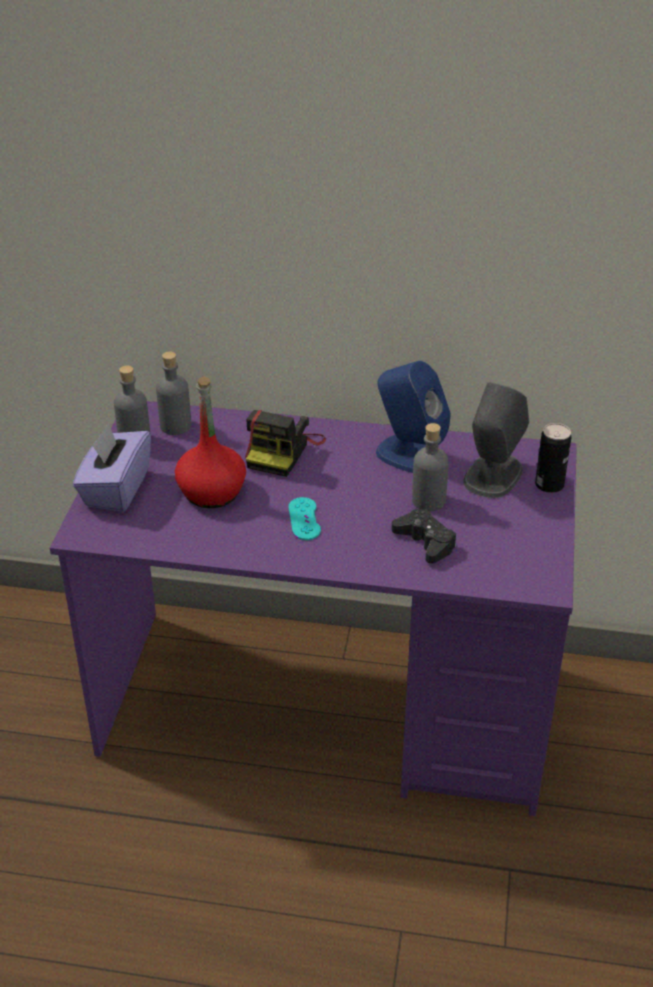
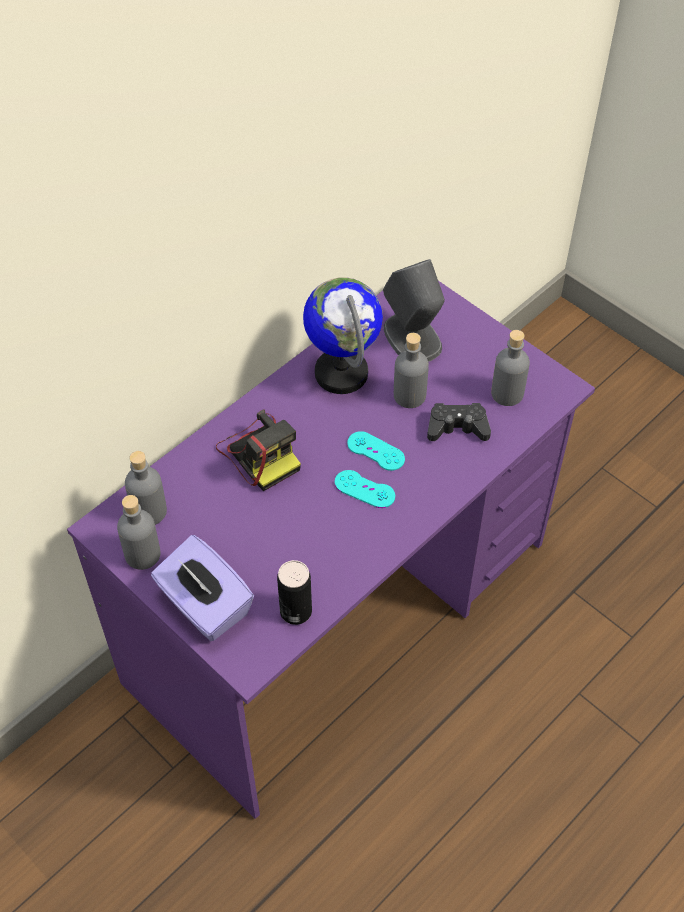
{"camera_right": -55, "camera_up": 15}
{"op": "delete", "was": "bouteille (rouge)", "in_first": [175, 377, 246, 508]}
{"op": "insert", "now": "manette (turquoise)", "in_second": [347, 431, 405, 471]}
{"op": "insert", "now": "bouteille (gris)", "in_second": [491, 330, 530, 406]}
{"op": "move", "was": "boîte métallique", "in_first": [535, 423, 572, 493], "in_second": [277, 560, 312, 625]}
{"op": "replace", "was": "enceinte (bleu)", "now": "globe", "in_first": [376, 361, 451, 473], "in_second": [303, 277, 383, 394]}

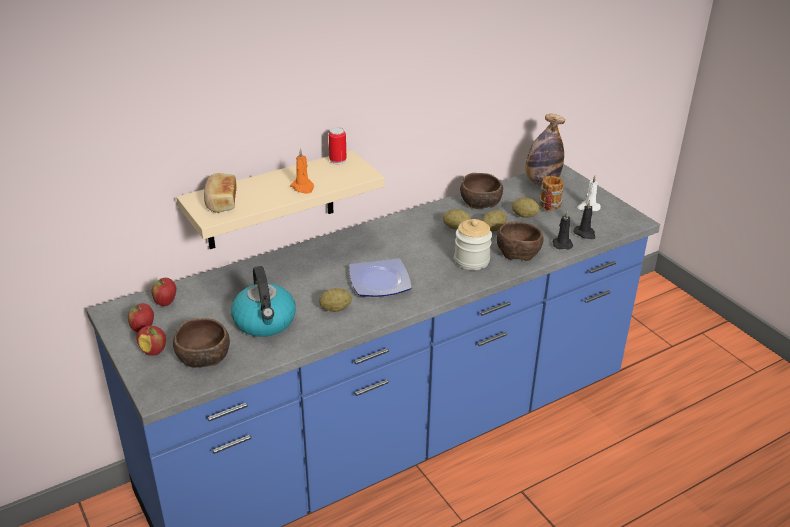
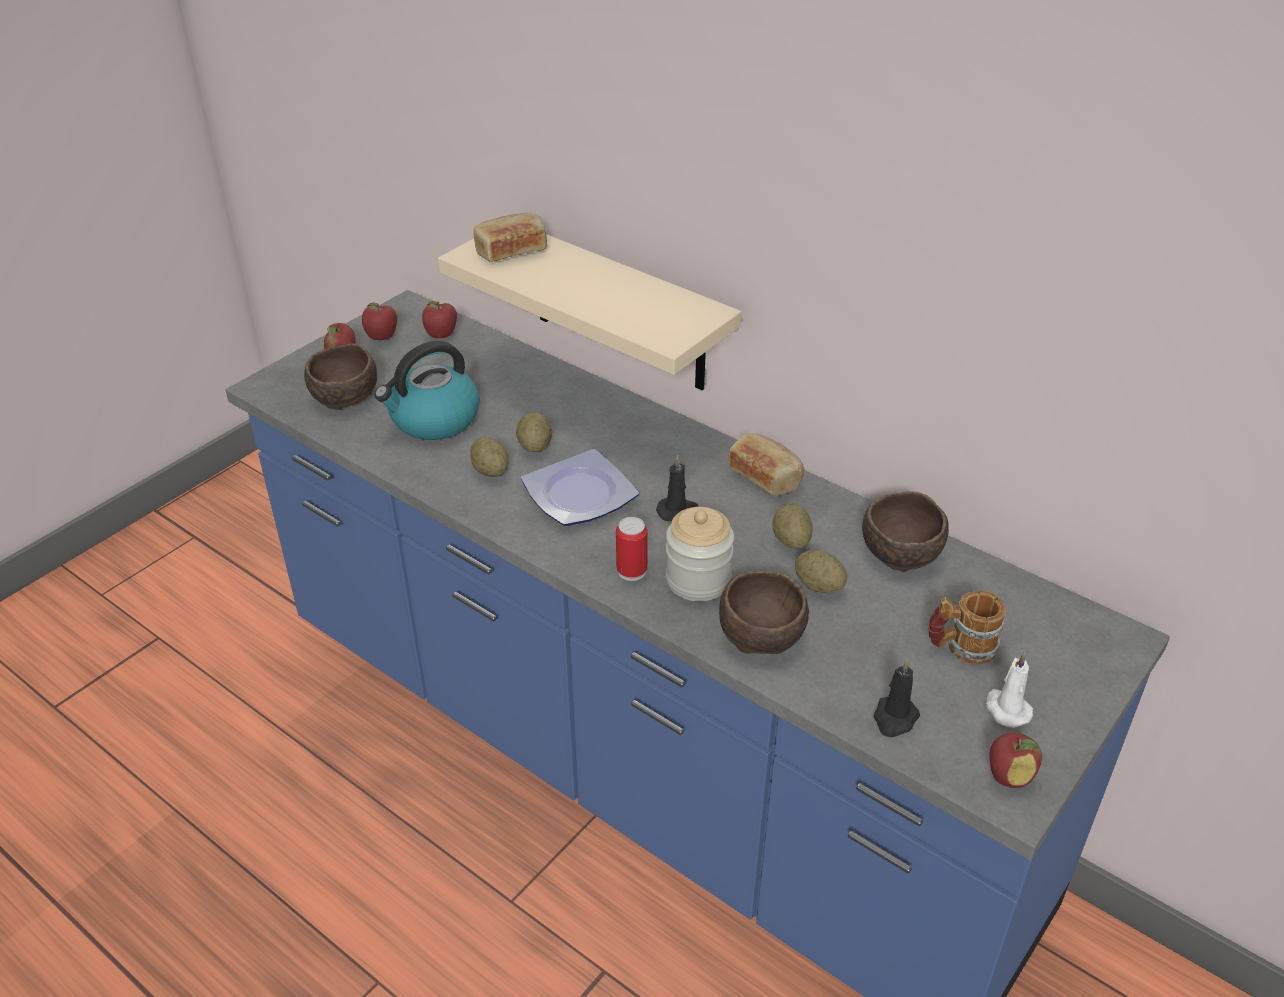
{"camera_right": 70, "camera_up": 5}
{"op": "delete", "was": "bougie (orange)", "in_first": [290, 148, 314, 194]}
{"op": "delete", "was": "bouteille", "in_first": [526, 114, 565, 186]}
{"op": "insert", "now": "pain", "in_second": [728, 433, 804, 496]}
{"op": "insert", "now": "pomme", "in_second": [989, 733, 1042, 788]}
{"op": "move", "was": "boîte métallique", "in_first": [329, 127, 346, 165], "in_second": [616, 517, 647, 581]}
{"op": "move", "was": "pomme de terre", "in_first": [512, 197, 540, 218], "in_second": [516, 412, 552, 452]}
{"op": "move", "was": "bougie (noir)", "in_first": [553, 212, 573, 250], "in_second": [656, 455, 699, 522]}

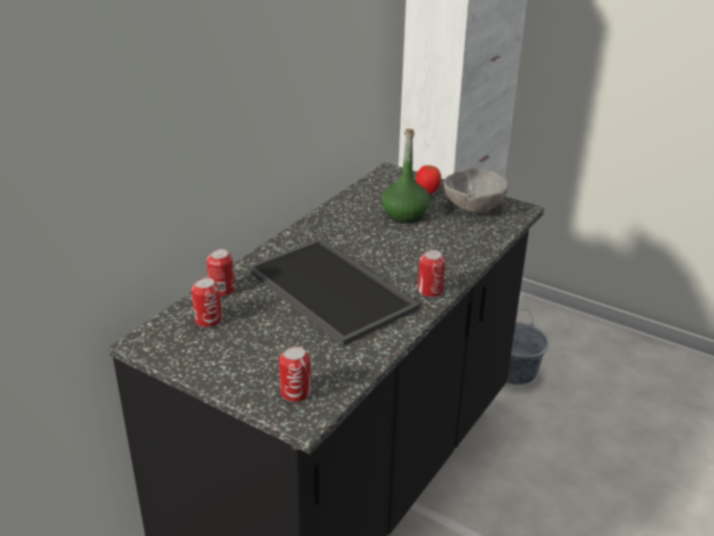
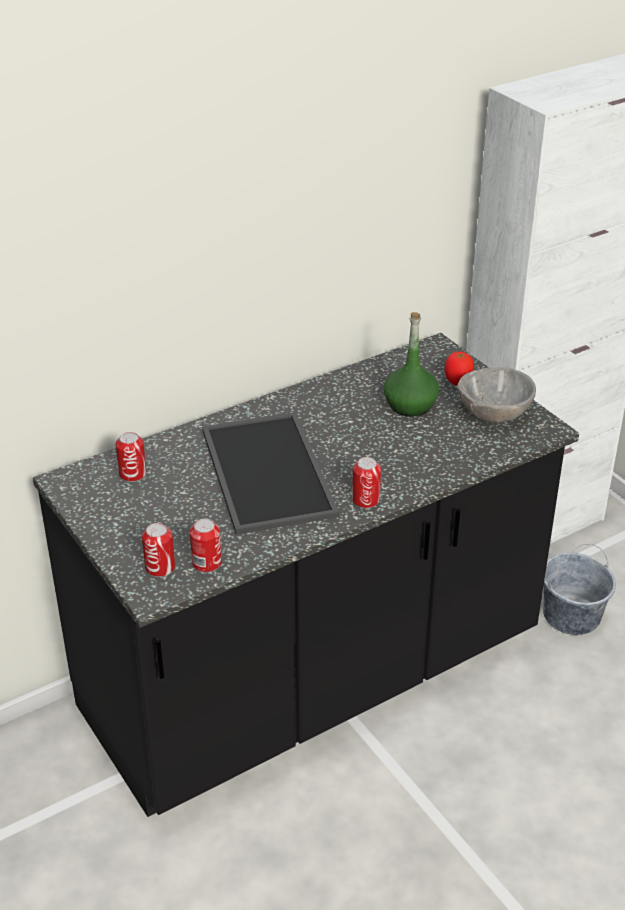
{"camera_right": 25, "camera_up": 5}
{"op": "move", "was": "boîte métallique", "in_first": [207, 249, 235, 297], "in_second": [190, 519, 222, 573]}

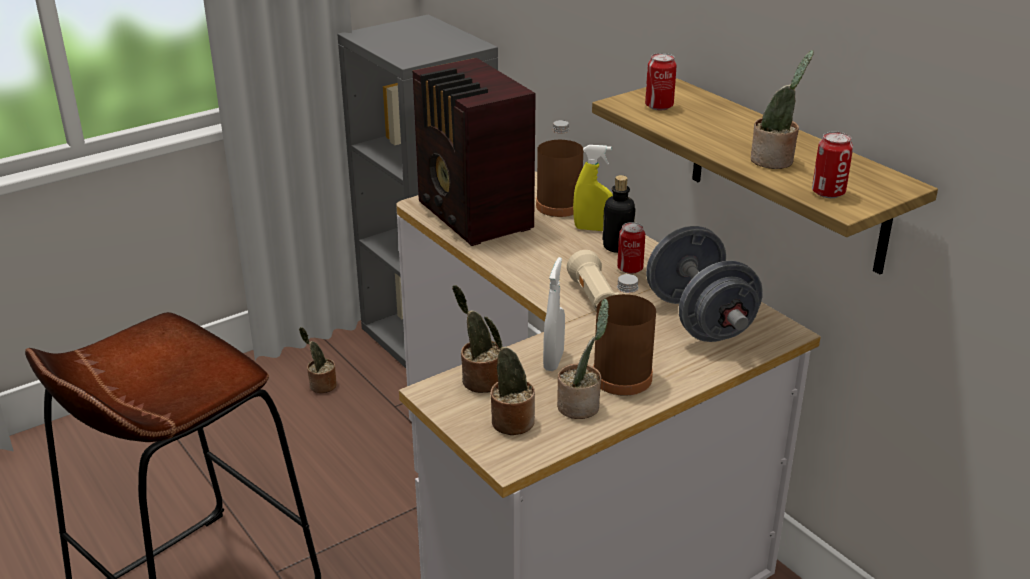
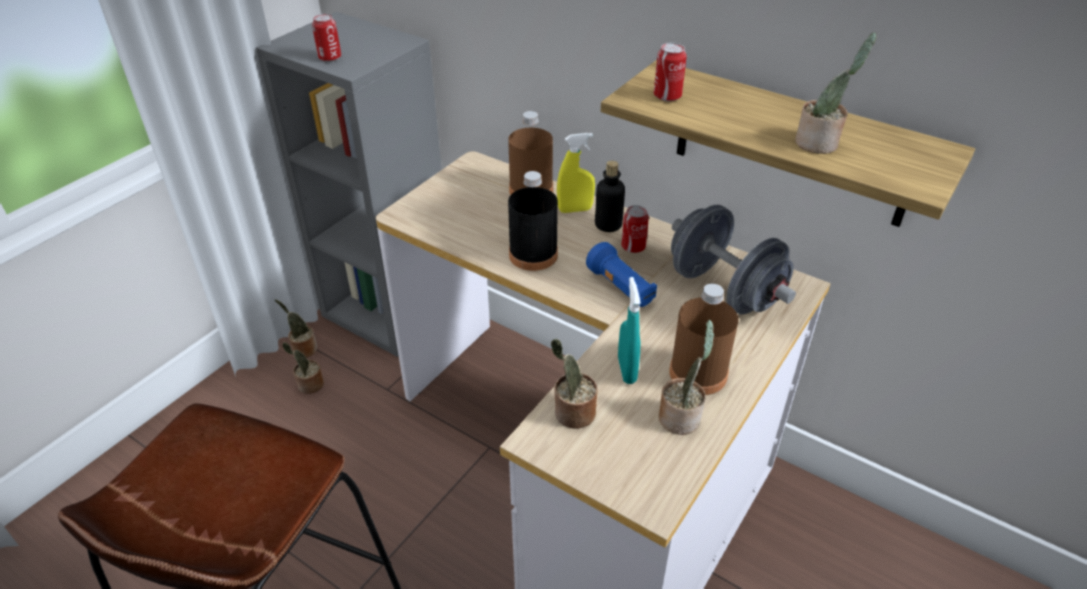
{"camera_right": -20, "camera_up": 10}
{"op": "delete", "was": "radio", "in_first": [412, 58, 536, 246]}
{"op": "insert", "now": "bouteille (noir)", "in_second": [508, 171, 558, 271]}
{"op": "move", "was": "plante en pot", "in_first": [484, 317, 535, 435], "in_second": [274, 299, 318, 358]}
{"op": "move", "was": "boîte métallique", "in_first": [812, 131, 853, 198], "in_second": [312, 14, 341, 62]}
{"op": "recolor", "was": "vaporisateur (blanc)", "now": "vaporisateur (turquoise)", "in_first": [543, 257, 565, 371], "in_second": [618, 277, 641, 384]}
{"op": "recolor", "was": "lampe de poche (beige)", "now": "lampe de poche (bleu)", "in_first": [567, 250, 620, 311], "in_second": [586, 242, 657, 307]}

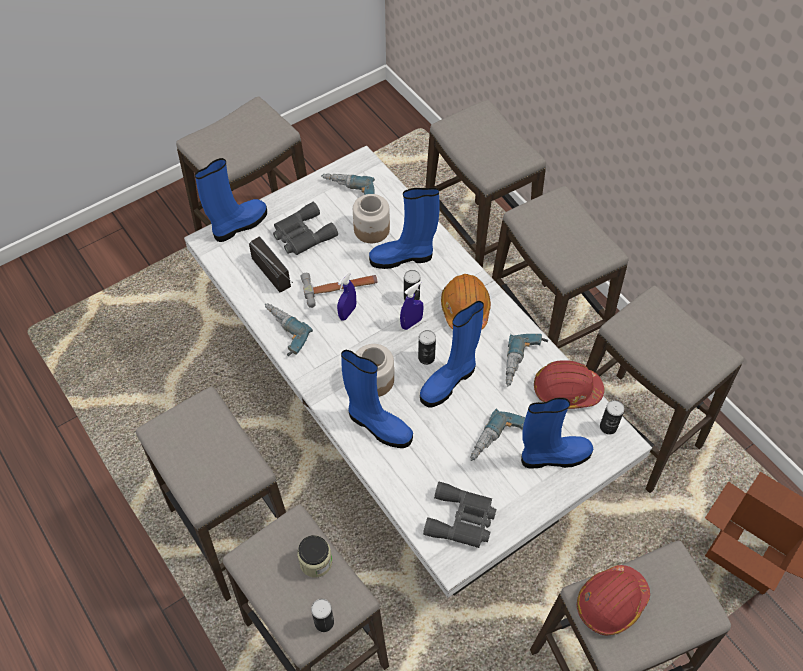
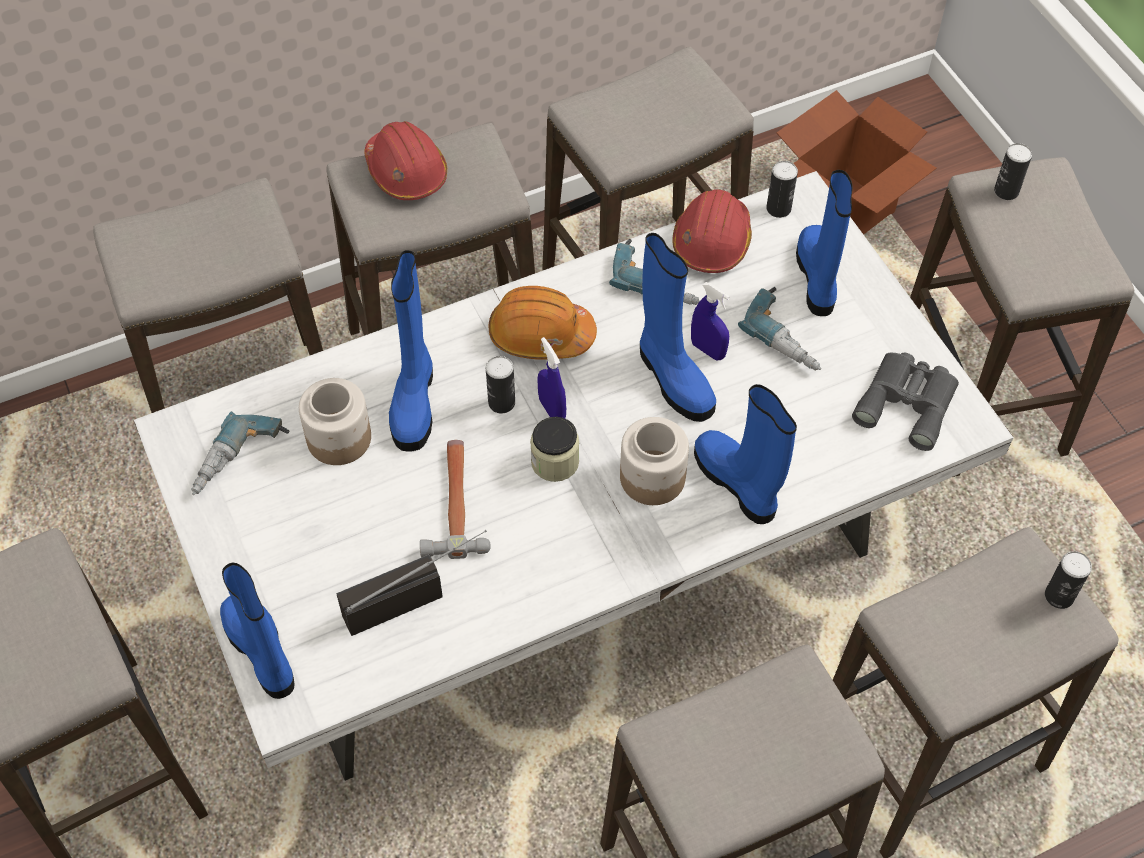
{"camera_right": -80, "camera_up": 0}
{"op": "delete", "was": "perceuse", "in_first": [264, 303, 313, 356]}
{"op": "delete", "was": "jumelles (gris)", "in_first": [273, 202, 338, 255]}
{"op": "move", "was": "bocal", "in_first": [297, 535, 332, 577], "in_second": [530, 417, 579, 482]}
{"op": "move", "was": "vaporisateur (bleu)", "in_first": [337, 272, 356, 321], "in_second": [691, 282, 730, 361]}
{"op": "move", "was": "boîte métallique", "in_first": [418, 330, 436, 365], "in_second": [994, 143, 1032, 200]}
{"op": "move", "was": "casque de chantier (rouge)", "in_first": [577, 565, 650, 635], "in_second": [364, 121, 447, 200]}
{"op": "rotate", "was": "botte (bleu)", "in_first": [341, 350, 413, 448], "in_second": [694, 384, 797, 524], "clockwise": -75}

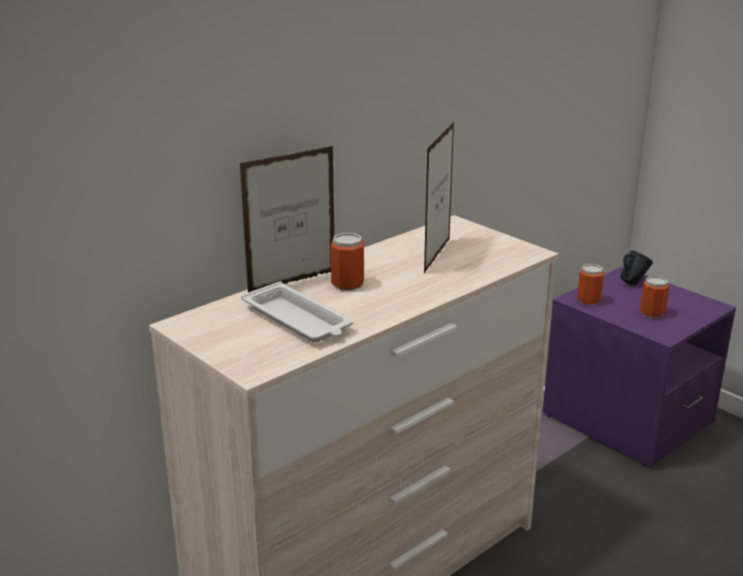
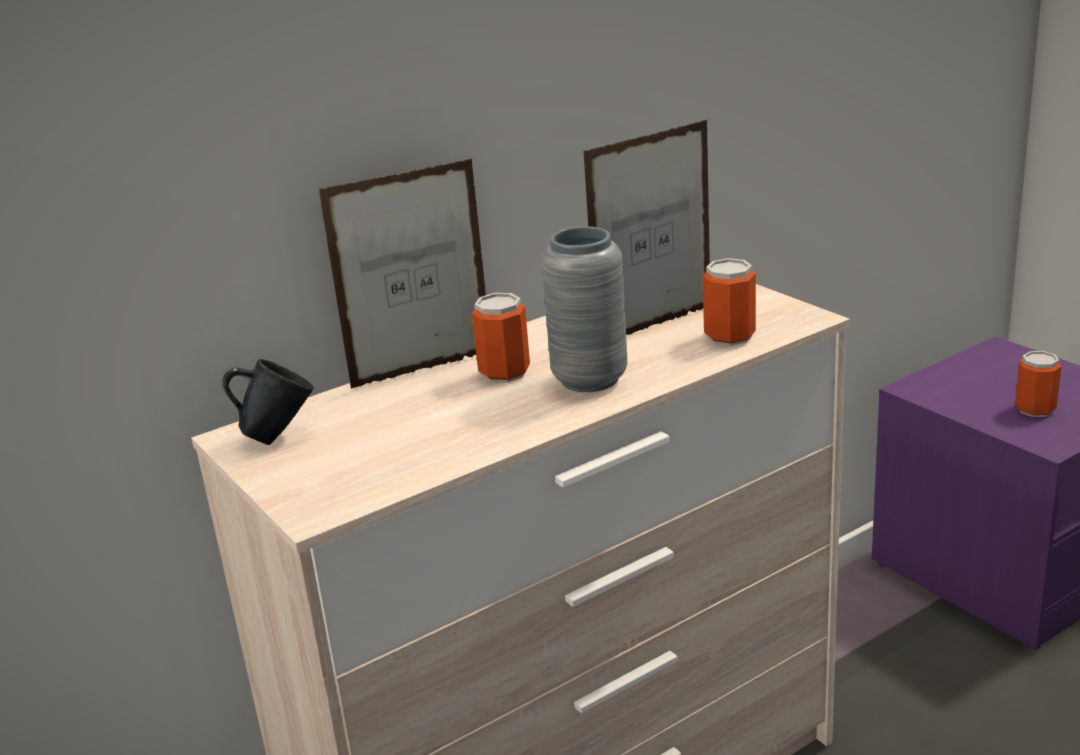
{"camera_right": 10, "camera_up": 0}
{"op": "delete", "was": "plateau (blanc)", "in_first": [241, 281, 353, 342]}
{"op": "insert", "now": "vase (gris)", "in_second": [542, 226, 627, 392]}
{"op": "move", "was": "boîte métallique", "in_first": [577, 264, 604, 305], "in_second": [703, 258, 756, 346]}
{"op": "move", "was": "mug (bleu)", "in_first": [620, 250, 653, 286], "in_second": [222, 359, 314, 445]}
{"op": "rotate", "was": "cadre photo", "in_first": [424, 122, 454, 273], "in_second": [583, 119, 710, 335], "clockwise": -150}

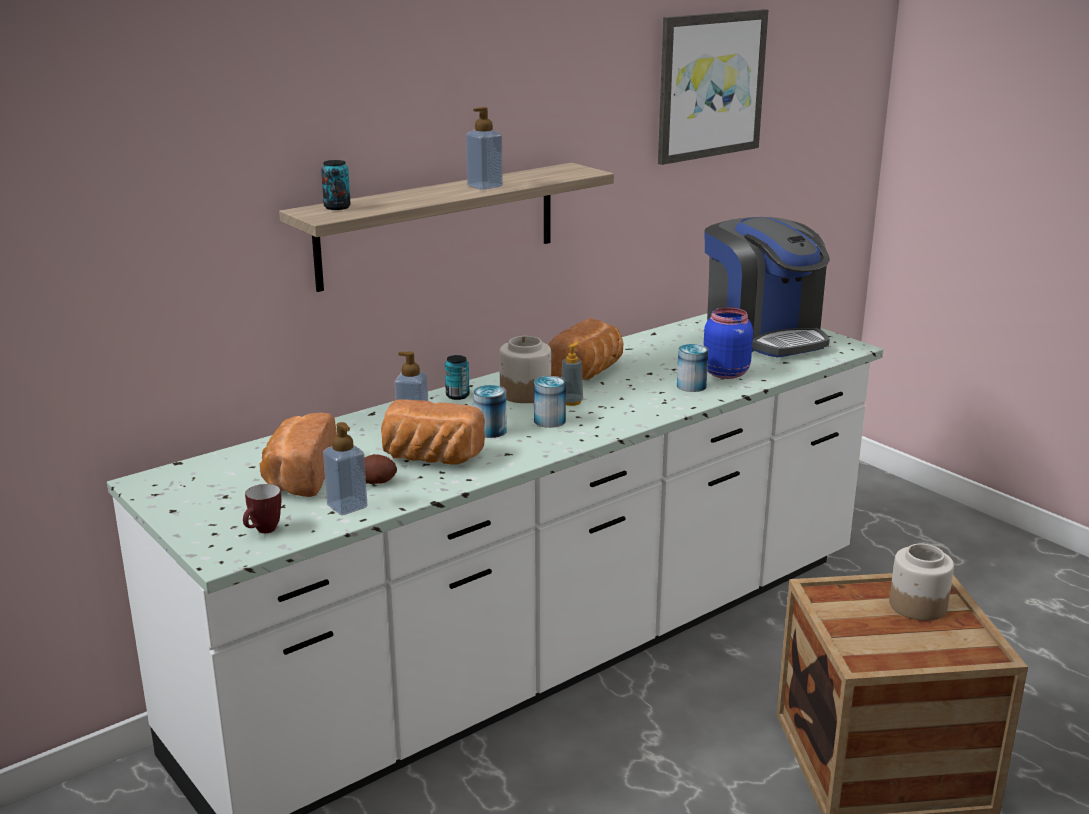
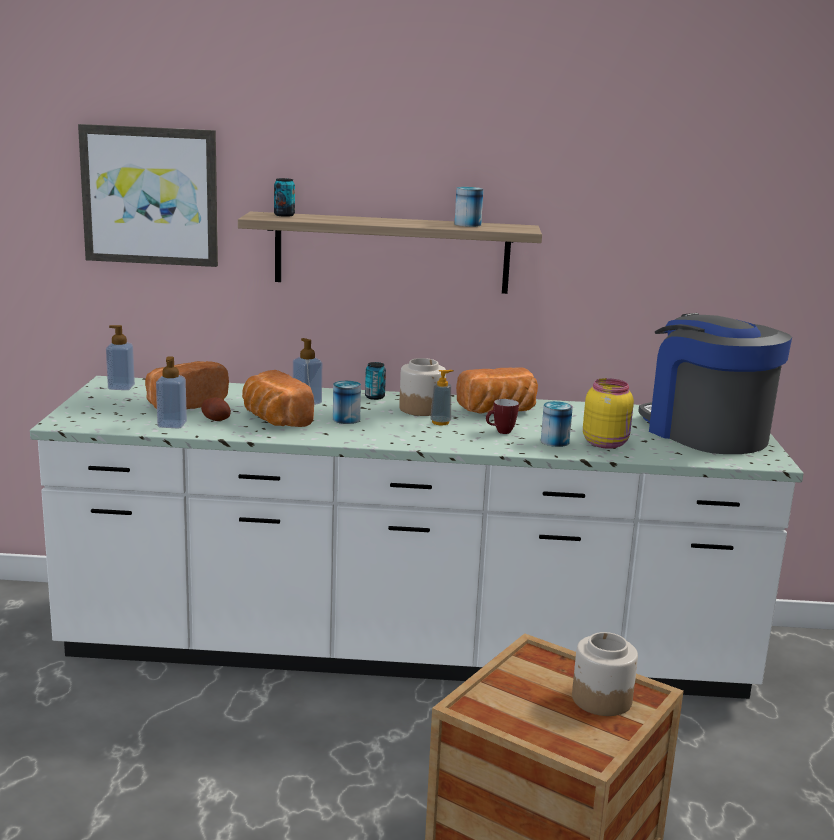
{"camera_right": 40, "camera_up": -5}
{"op": "move", "was": "mug", "in_first": [243, 484, 281, 533], "in_second": [486, 399, 519, 434]}
{"op": "move", "was": "distributeur de savon", "in_first": [466, 107, 503, 190], "in_second": [106, 325, 135, 390]}
{"op": "move", "was": "boîte métallique", "in_first": [534, 376, 566, 428], "in_second": [455, 187, 483, 227]}
{"op": "move", "was": "tableau", "in_first": [658, 9, 768, 165], "in_second": [78, 124, 218, 267]}
{"op": "recolor", "was": "bocal (bleu)", "now": "bocal (jaune)", "in_first": [703, 307, 753, 379], "in_second": [583, 378, 634, 449]}
{"op": "rotate", "was": "machine à café", "in_first": [704, 217, 830, 357], "in_second": [638, 313, 792, 454], "clockwise": 135}

